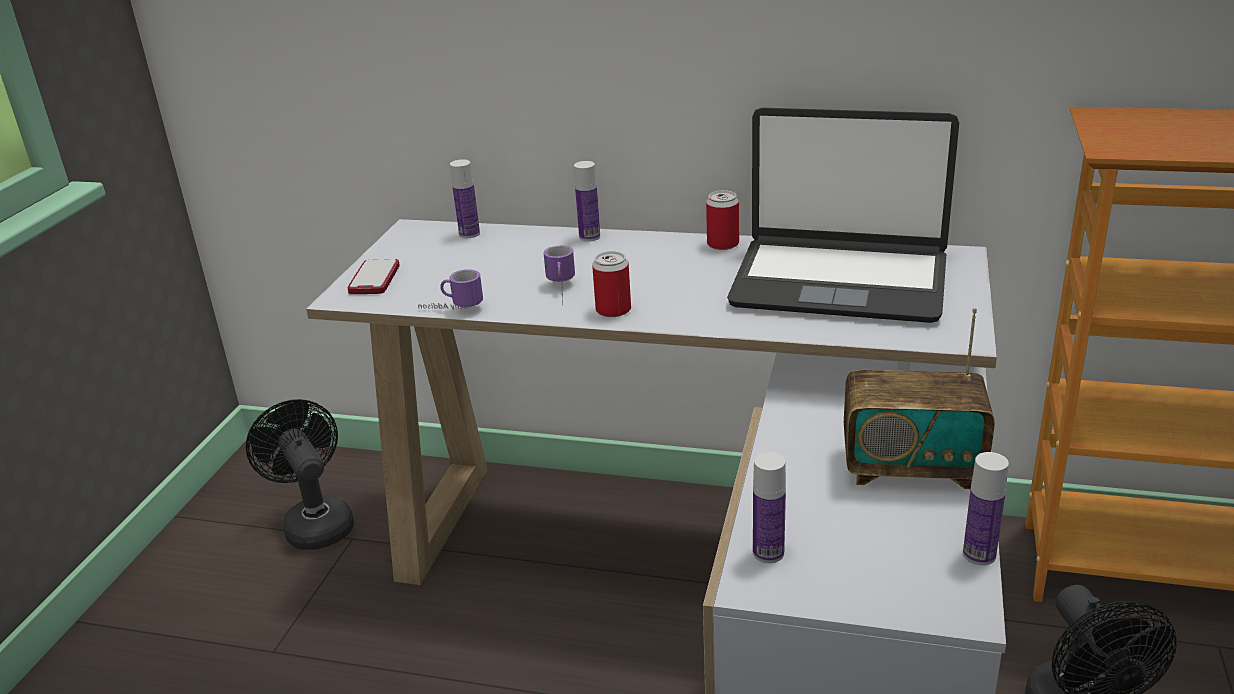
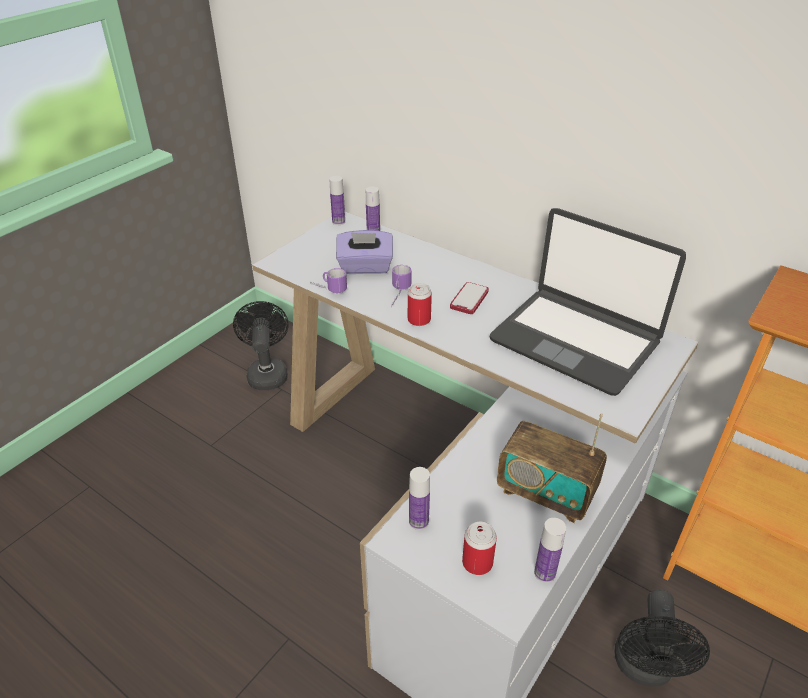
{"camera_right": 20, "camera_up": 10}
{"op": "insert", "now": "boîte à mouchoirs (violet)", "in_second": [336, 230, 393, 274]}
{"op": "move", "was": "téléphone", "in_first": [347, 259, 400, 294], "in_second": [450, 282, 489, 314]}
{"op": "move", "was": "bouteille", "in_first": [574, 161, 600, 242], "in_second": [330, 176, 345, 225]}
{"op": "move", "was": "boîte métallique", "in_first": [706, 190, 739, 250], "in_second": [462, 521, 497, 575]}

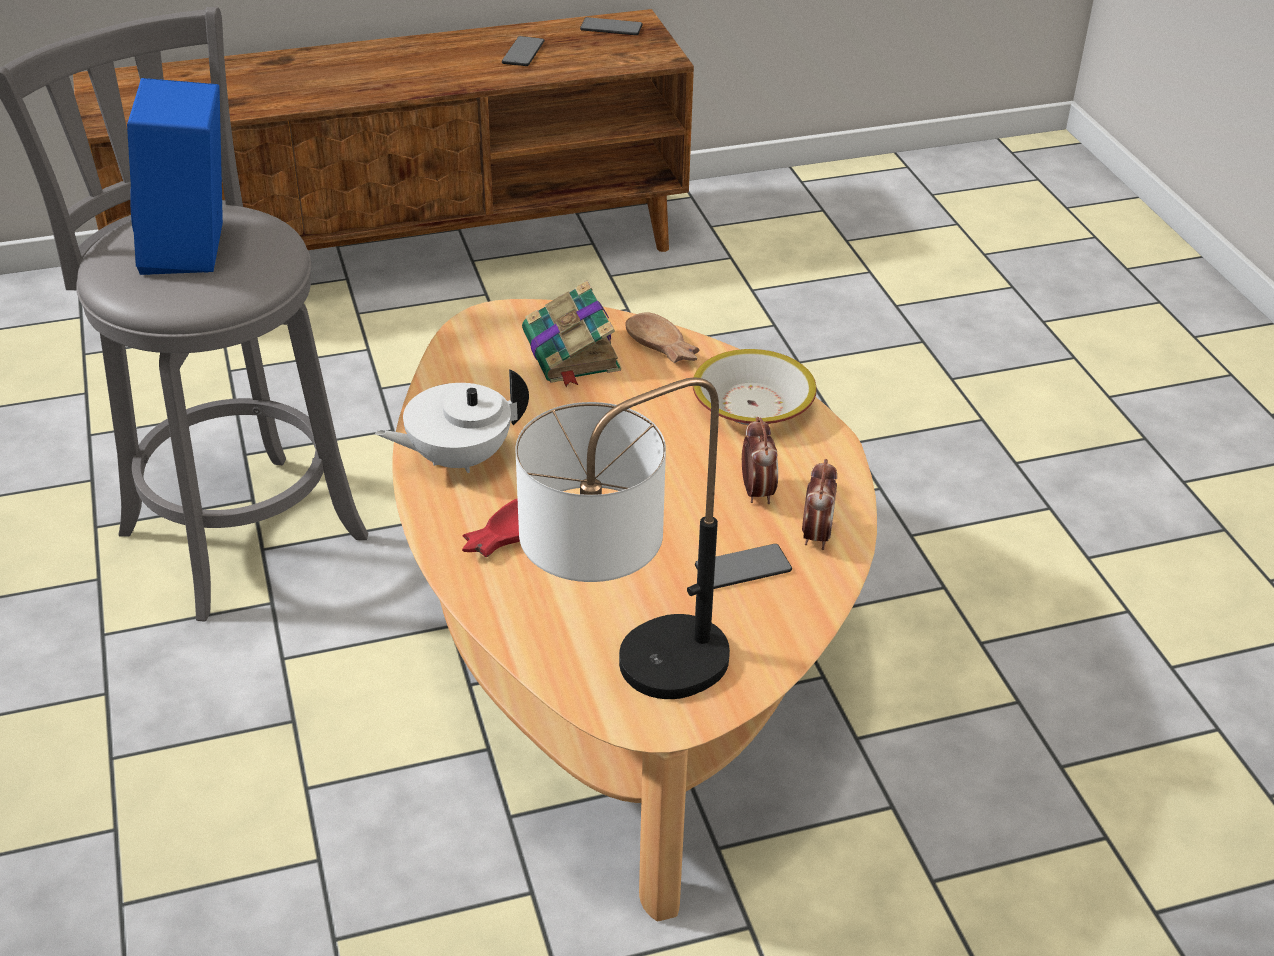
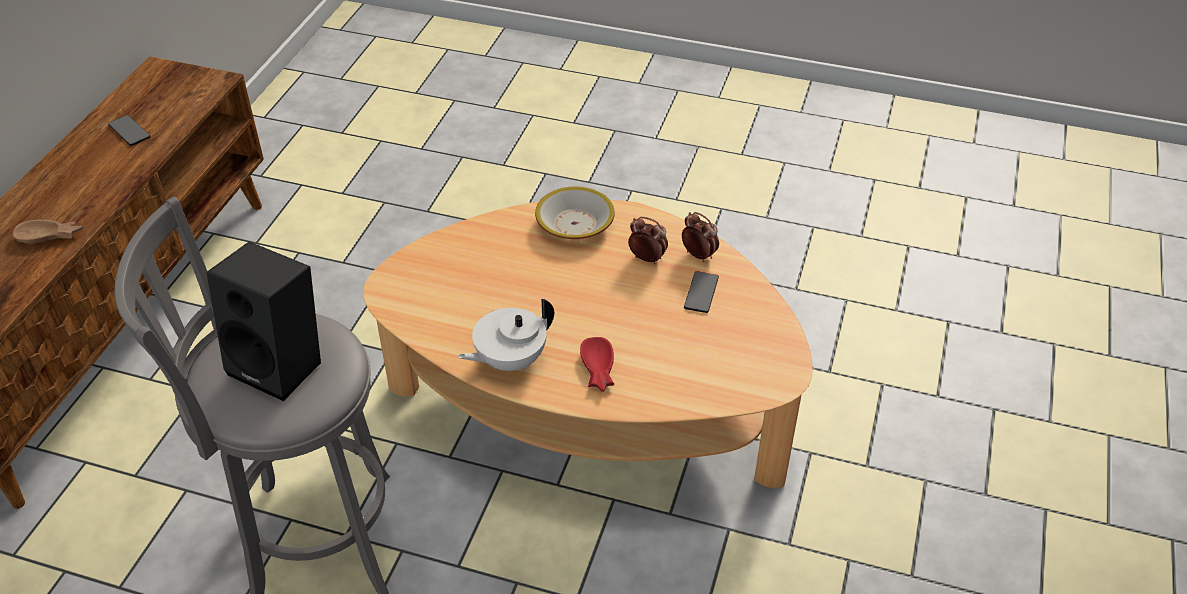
{"camera_right": -55, "camera_up": 5}
{"op": "delete", "was": "lampe de table", "in_first": [516, 378, 730, 699]}
{"op": "delete", "was": "livre", "in_first": [522, 281, 621, 387]}
{"op": "delete", "was": "téléphone", "in_first": [580, 17, 643, 35]}
{"op": "move", "was": "bol (marron)", "in_first": [625, 312, 699, 363], "in_second": [12, 219, 83, 243]}
{"op": "recolor", "was": "enceinte (bleu)", "now": "enceinte (noir)", "in_first": [127, 78, 223, 275], "in_second": [206, 241, 321, 401]}
{"op": "rotate", "was": "théière (blanc)", "in_first": [375, 369, 529, 473], "in_second": [458, 299, 554, 371], "clockwise": 45}

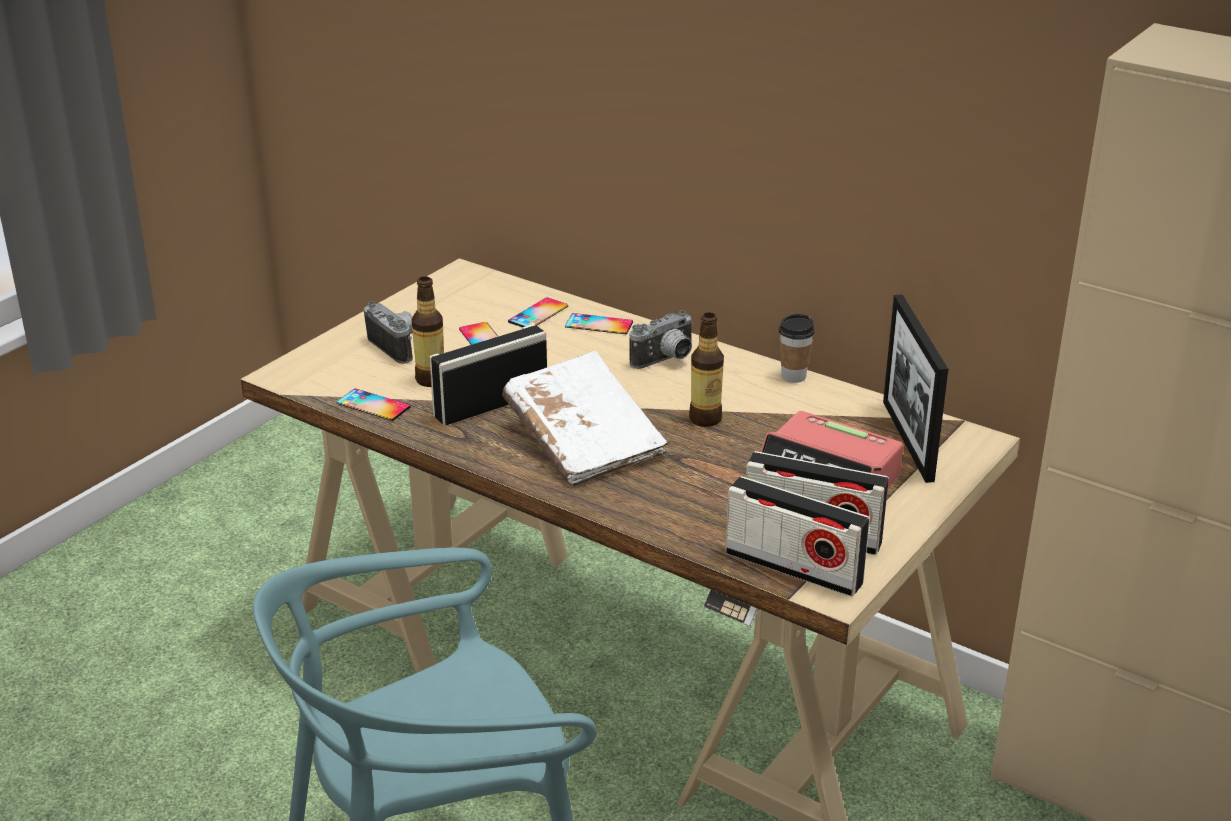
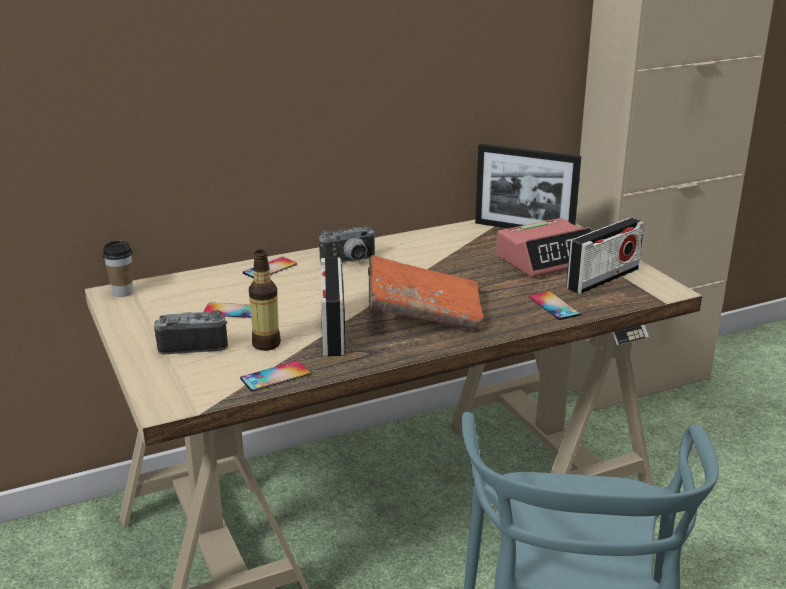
{"camera_right": -60, "camera_up": -5}
{"op": "delete", "was": "bouteille", "in_first": [689, 313, 724, 427]}
{"op": "delete", "was": "radio", "in_first": [726, 476, 870, 597]}
{"op": "move", "was": "téléphone", "in_first": [508, 297, 568, 327], "in_second": [529, 291, 581, 320]}
{"op": "move", "was": "tasse", "in_first": [779, 314, 815, 383], "in_second": [103, 241, 133, 297]}
{"op": "recolor", "was": "livre (blanc)", "now": "livre (orange)", "in_first": [502, 351, 669, 487], "in_second": [368, 255, 484, 332]}
{"op": "rotate", "was": "appareil photo", "in_first": [629, 311, 694, 369], "in_second": [319, 226, 376, 263], "clockwise": 75}

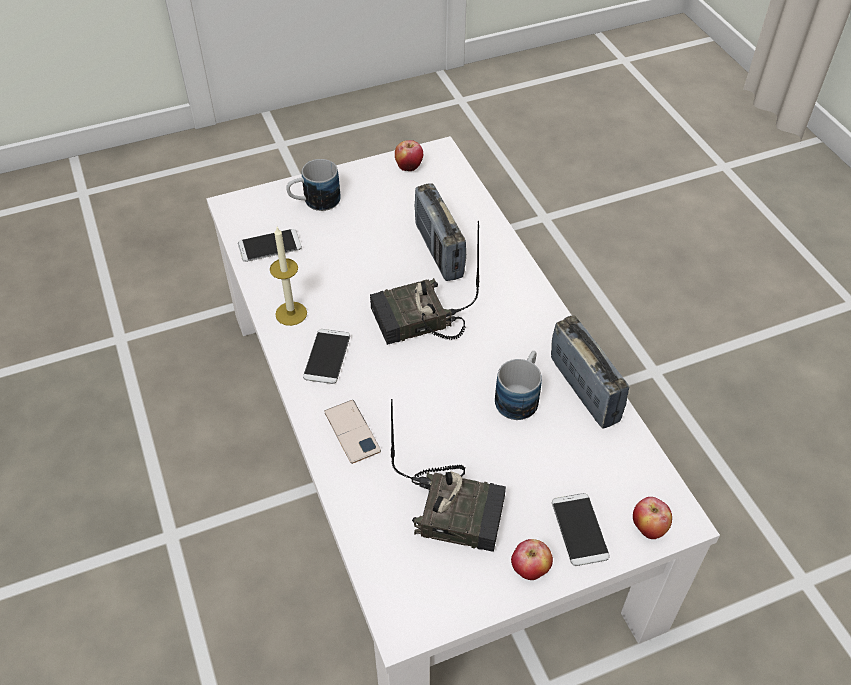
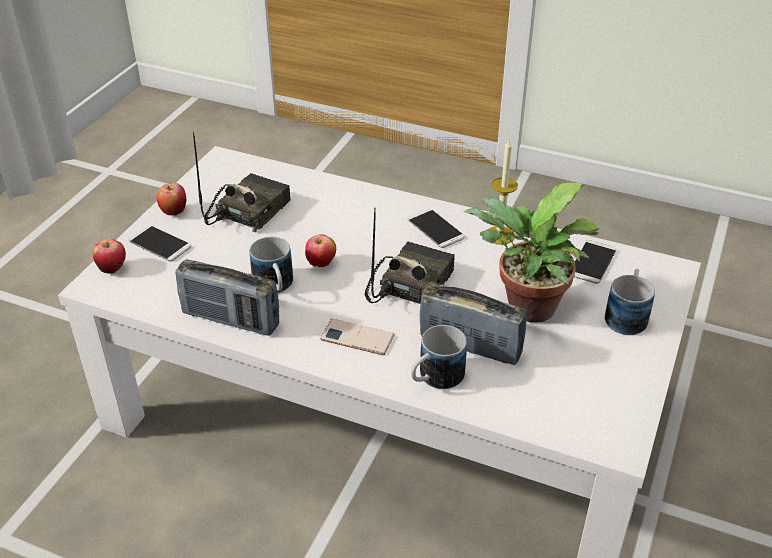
{"camera_right": 135, "camera_up": -10}
{"op": "insert", "now": "mug", "in_second": [411, 325, 467, 389]}
{"op": "insert", "now": "plante en pot", "in_second": [463, 182, 599, 323]}
{"op": "move", "was": "téléphone", "in_first": [324, 400, 381, 464], "in_second": [320, 319, 395, 355]}
{"op": "move", "was": "pomme", "in_first": [395, 140, 423, 171], "in_second": [305, 234, 336, 267]}
{"op": "rotate", "was": "radio", "in_first": [391, 399, 506, 552], "in_second": [193, 132, 291, 232], "clockwise": 150}

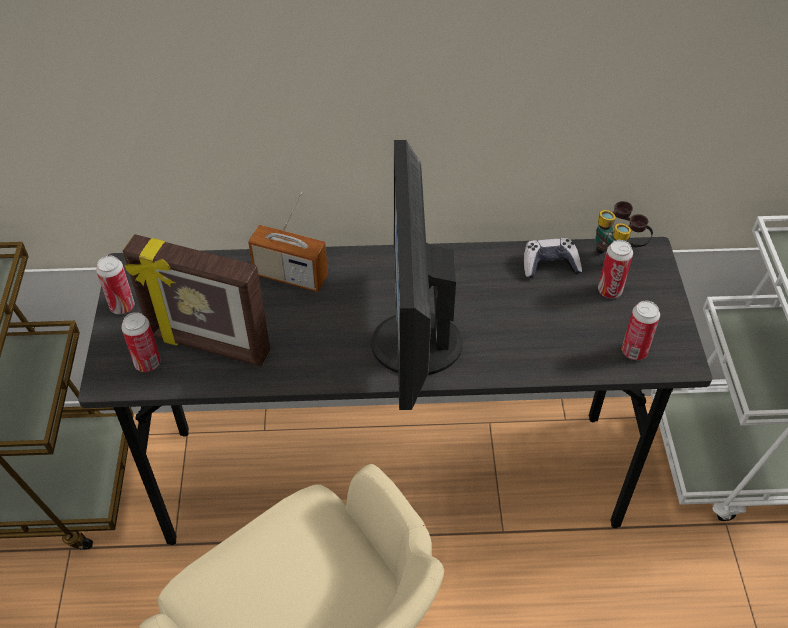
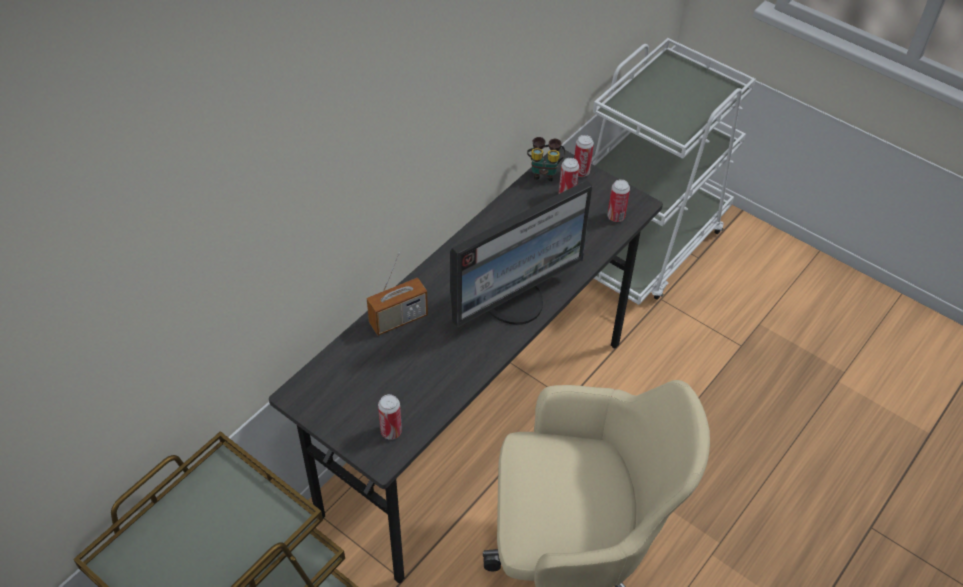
{"camera_right": -50, "camera_up": 0}
{"op": "delete", "was": "cadre photo", "in_first": [123, 234, 270, 367]}
{"op": "delete", "was": "manette", "in_first": [523, 238, 582, 279]}
{"op": "move", "was": "boîte métallique", "in_first": [96, 256, 135, 314], "in_second": [574, 135, 594, 177]}
{"op": "rotate", "was": "écran d'ordinateur", "in_first": [371, 140, 463, 410], "in_second": [450, 180, 593, 328], "clockwise": -75}

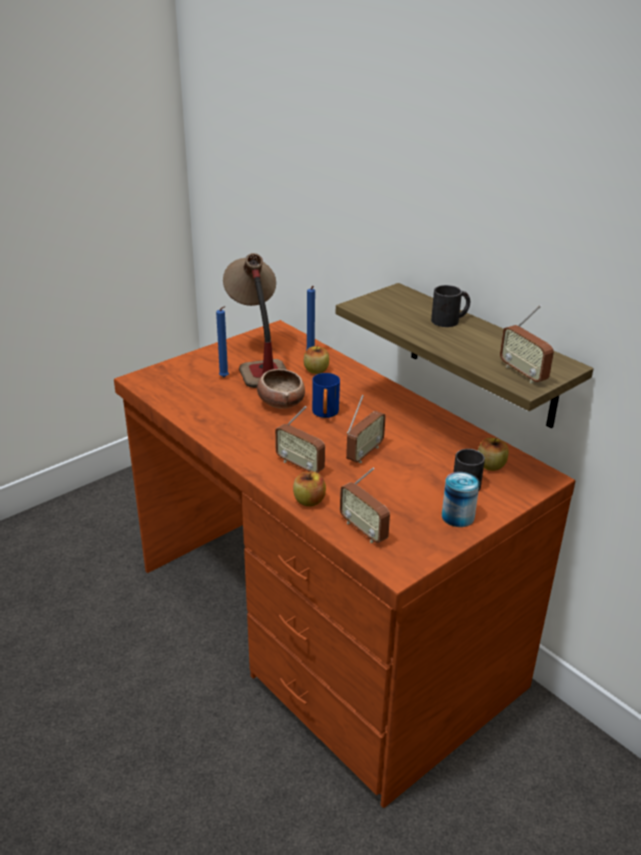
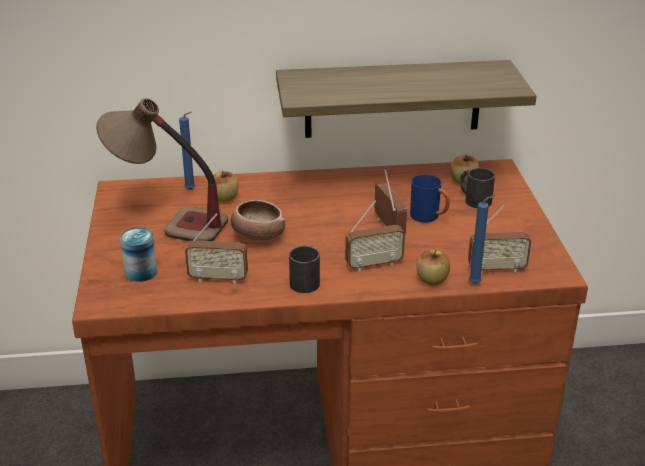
{"camera_right": -55, "camera_up": 0}
{"op": "move", "was": "bougie (bleu)", "in_first": [216, 306, 229, 377], "in_second": [469, 195, 495, 284]}
{"op": "move", "was": "mug (bleu)", "in_first": [312, 373, 340, 418], "in_second": [410, 174, 450, 223]}
{"op": "move", "was": "mug (noir)", "in_first": [431, 285, 470, 327], "in_second": [289, 246, 320, 293]}
{"op": "move", "was": "boîte métallique", "in_first": [442, 472, 479, 527], "in_second": [120, 227, 157, 282]}
{"op": "move", "was": "radio", "in_first": [500, 305, 554, 384], "in_second": [185, 214, 248, 284]}

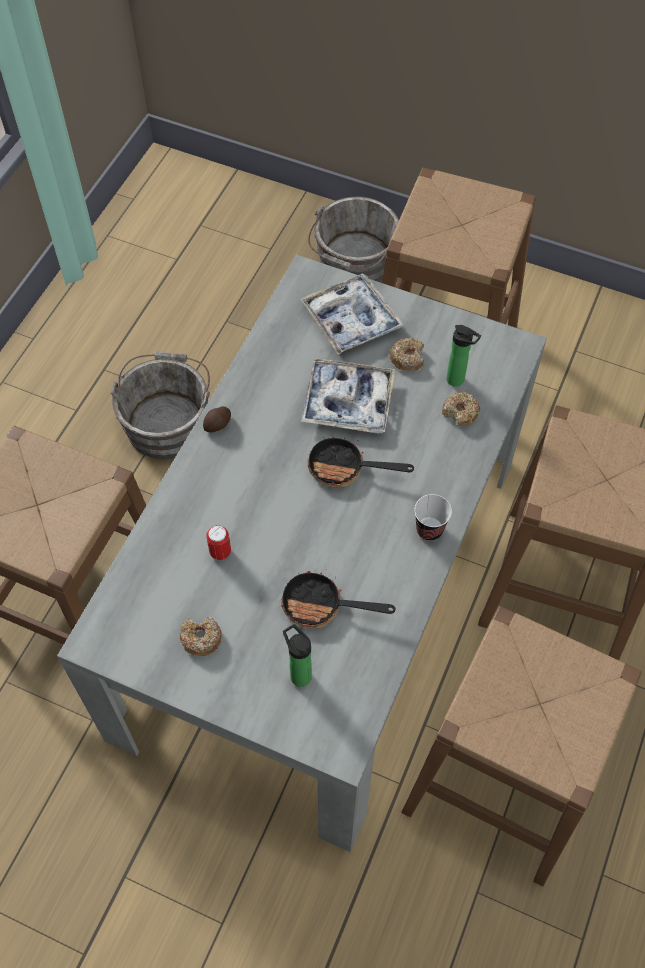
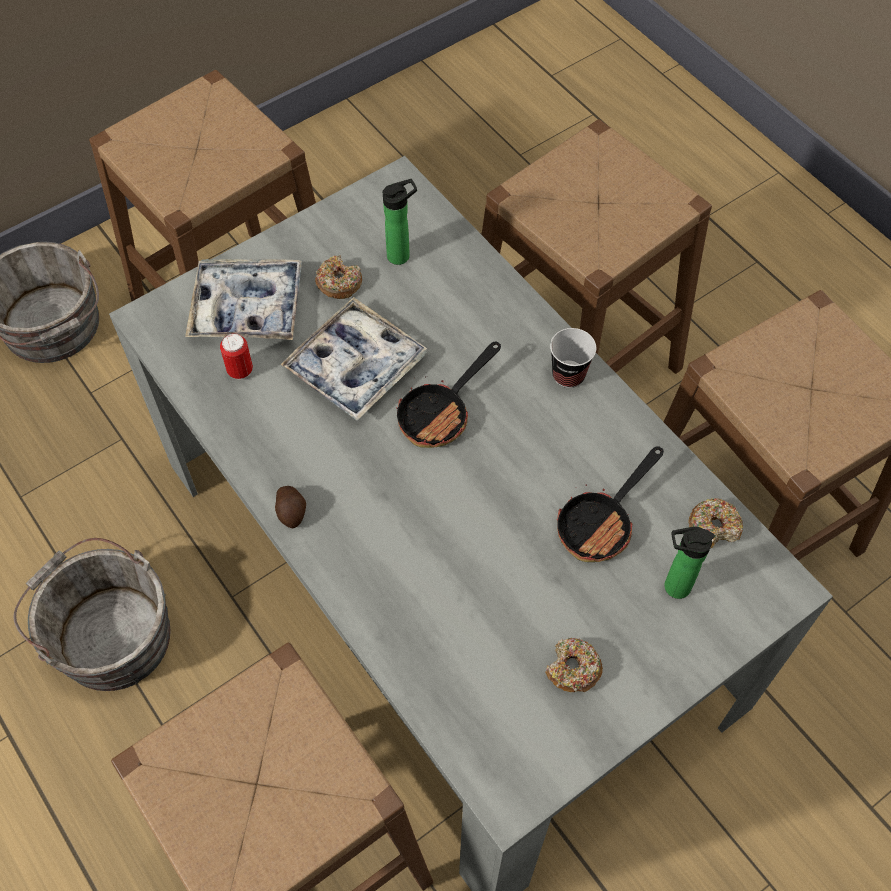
{"camera_right": -60, "camera_up": 0}
{"op": "move", "was": "boîte métallique", "in_first": [206, 525, 231, 560], "in_second": [220, 333, 253, 380]}
{"op": "move", "was": "beignet", "in_first": [442, 392, 480, 426], "in_second": [688, 498, 743, 548]}

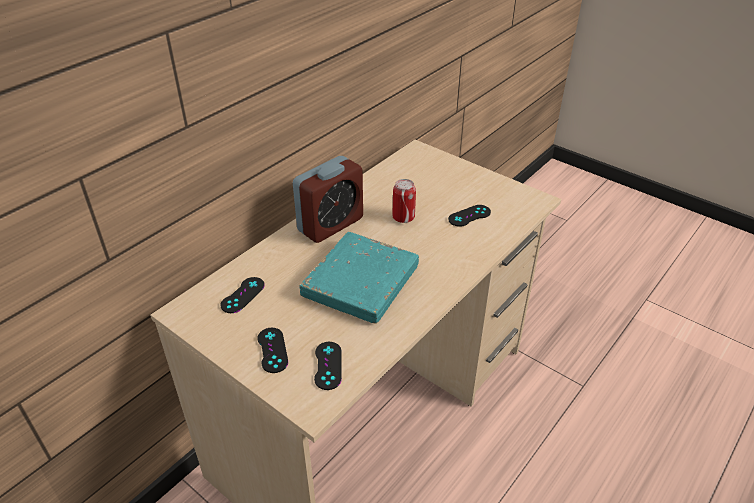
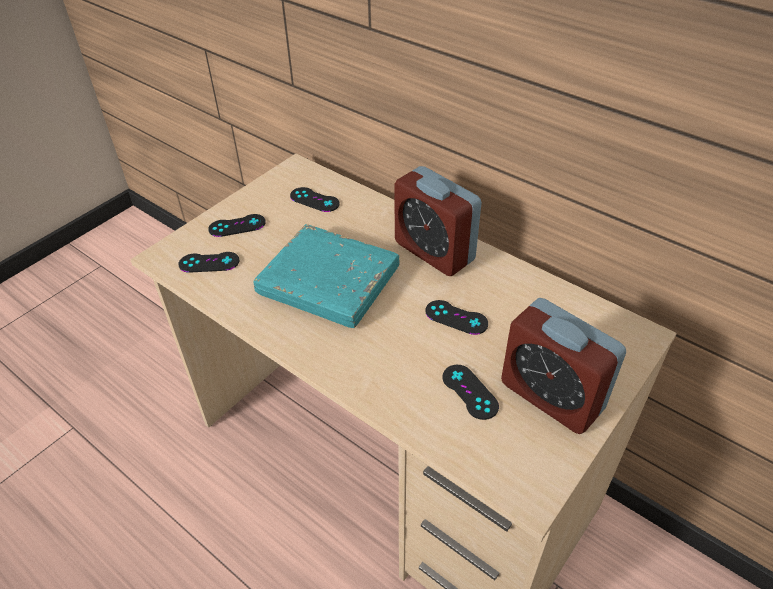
{"camera_right": 90, "camera_up": 5}
{"op": "insert", "now": "réveil", "in_second": [501, 298, 626, 434]}
{"op": "replace", "was": "boîte métallique", "now": "manette (noir)", "in_first": [392, 179, 416, 223], "in_second": [425, 300, 488, 335]}

